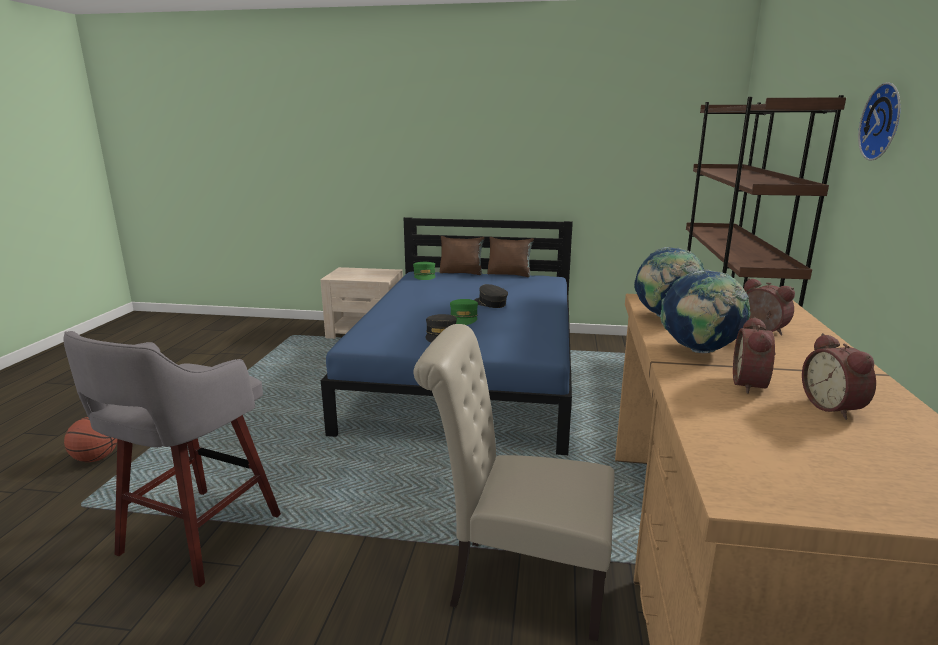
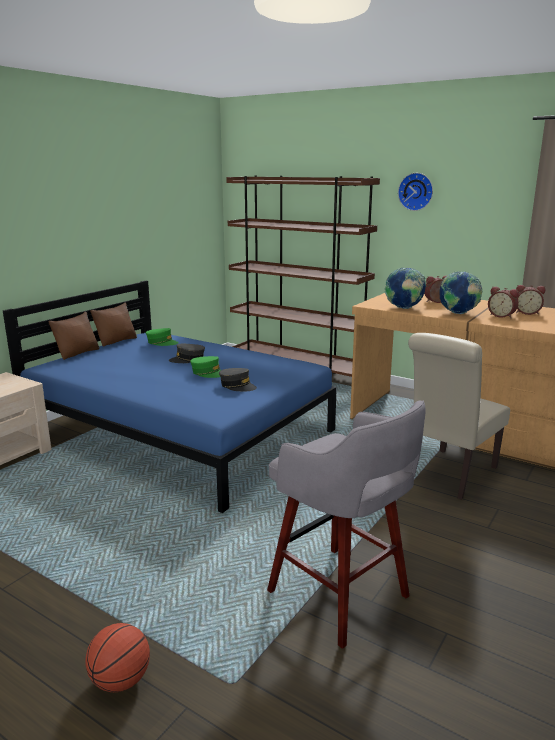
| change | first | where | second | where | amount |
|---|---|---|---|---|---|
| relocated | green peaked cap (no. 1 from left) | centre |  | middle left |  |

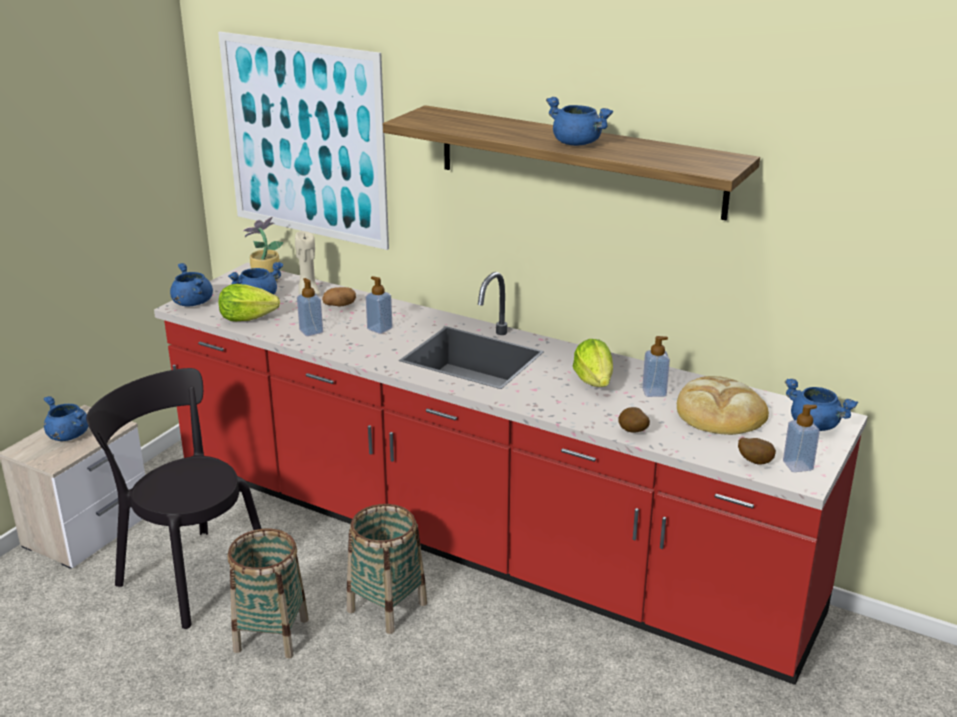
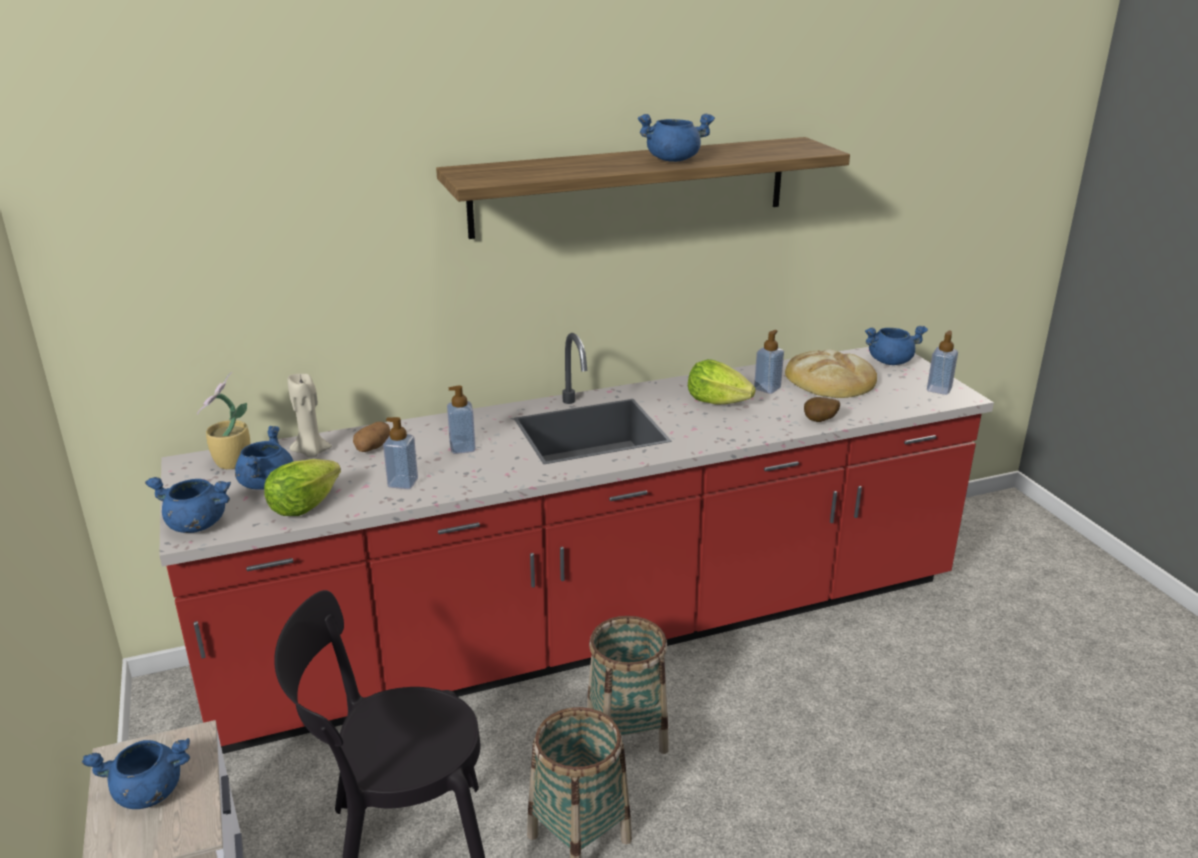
| change | first | where | second | where | amount |
|---|---|---|---|---|---|
| missing | wall art | top left |  |  |  |
| missing | whole potato (no. 3 from left) | middle right |  |  |  |

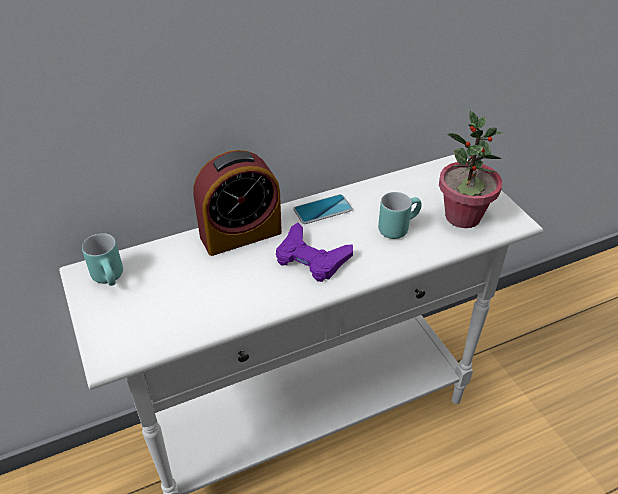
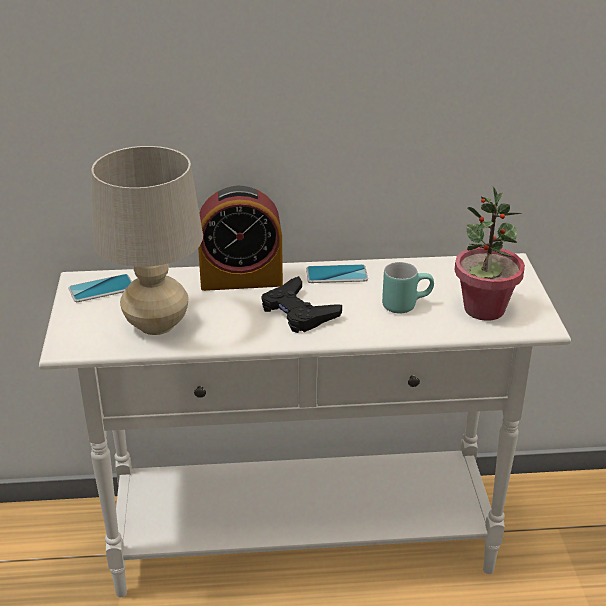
| change | first | where | second | where | amount |
|---|---|---|---|---|---|
| appeared |  |  | sand-coloured tabletop lamp | middle left |  |
| exchanged | turquoise-coloured coffee mug (no. 1 from left) | middle left | handset (no. 1 from left) | middle left |  |
| colour | purple gamepad | centre | blackish gamepad | centre |  |

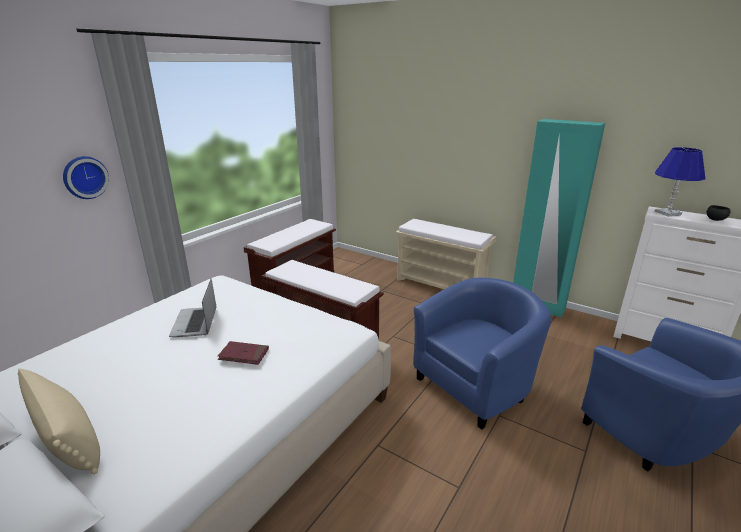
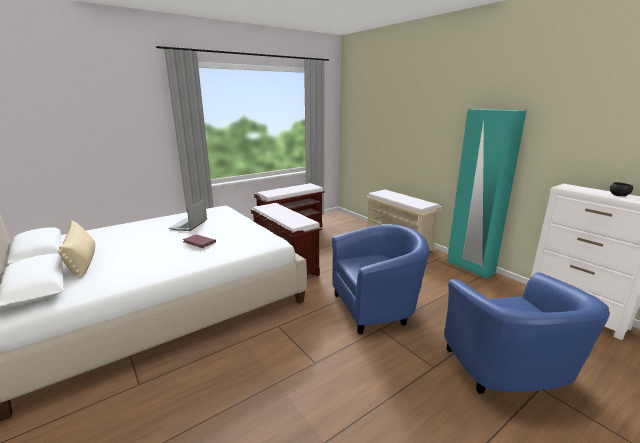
| change | first | where | second | where | amount |
|---|---|---|---|---|---|
| missing | wall clock | top left |  |  |  |
| missing | bluish tabletop lamp | middle right |  |  |  |

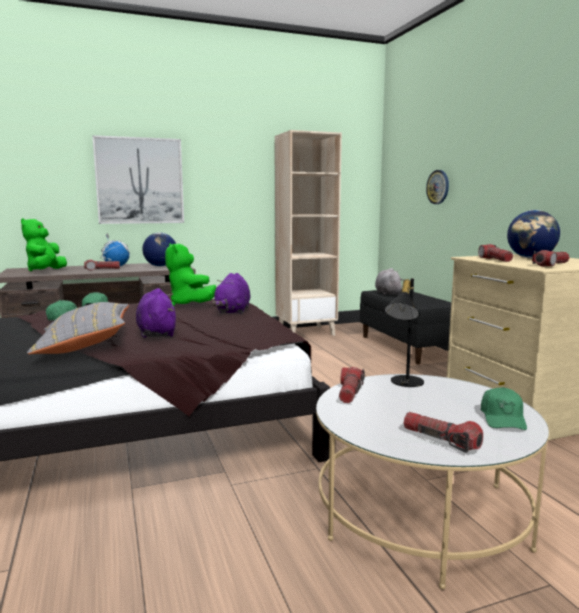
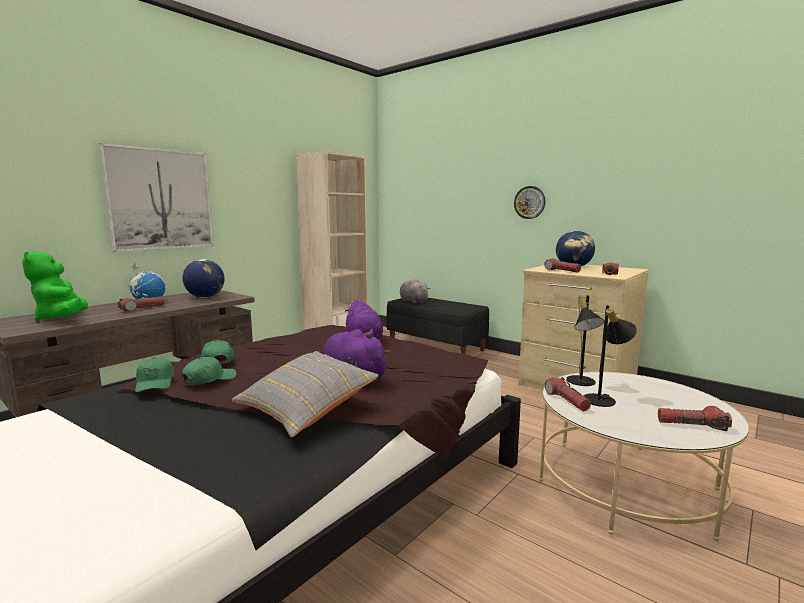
| change | first | where | second | where | amount |
|---|---|---|---|---|---|
| missing | green cuddly toy (no. 2 from left) | middle left |  |  |  |
| appeared |  |  | blackish tabletop lamp (no. 2 from left) | middle right |  |
| relocated | wall clock | top right |  | centre |  |
| relocated | green peaked cap (no. 3 from left in the first image) | middle right | green peaked cap (no. 1 from left) | middle left |  |

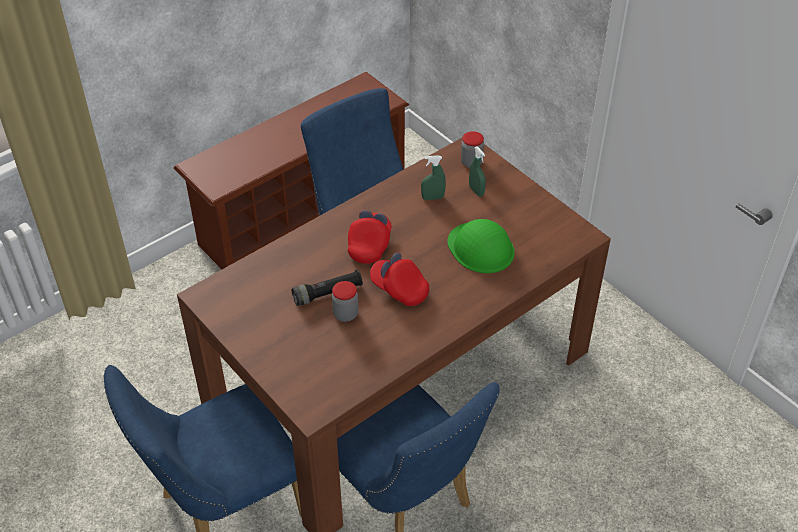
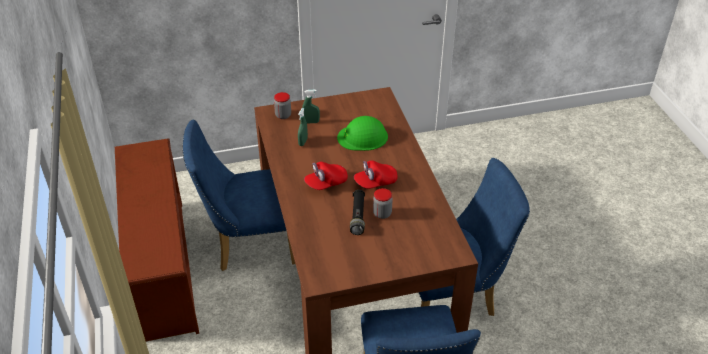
| change | first | where | second | where | amount |
|---|---|---|---|---|---|
| spun | red-coloured peaked cap (no. 1 from left) | centre |  | centre | 75 degrees counterclockwise |

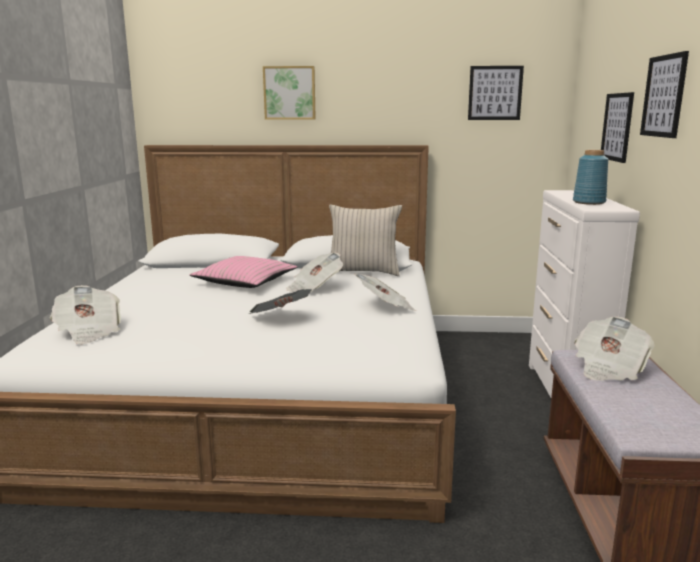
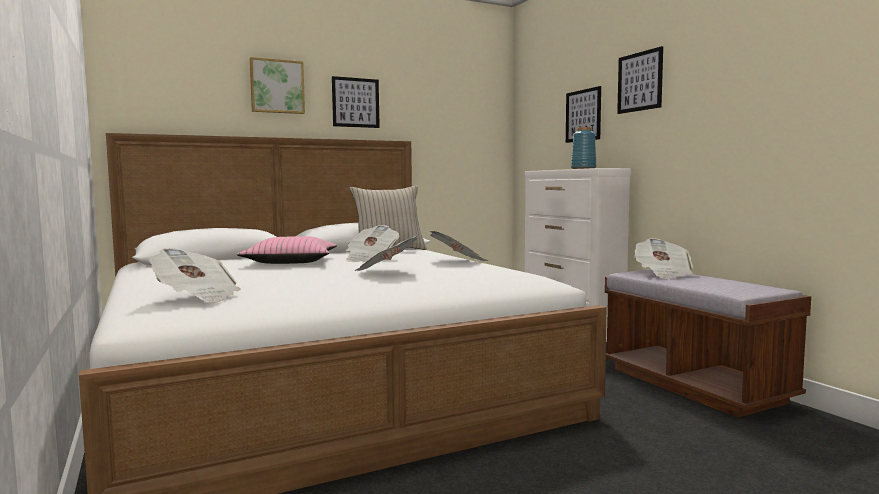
| change | first | where | second | where | amount |
|---|---|---|---|---|---|
| relocated | wall art (no. 2 from left) | top right |  | top centre |  |

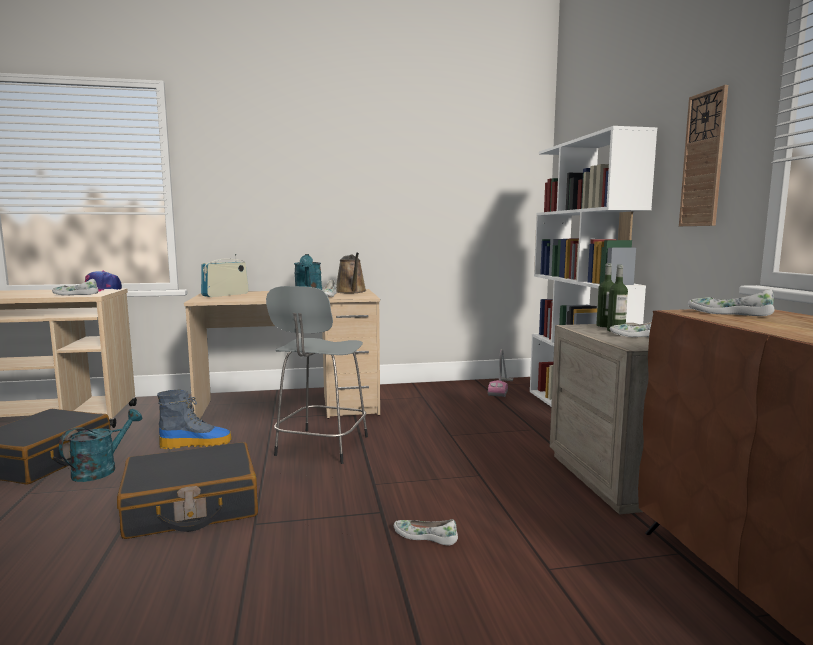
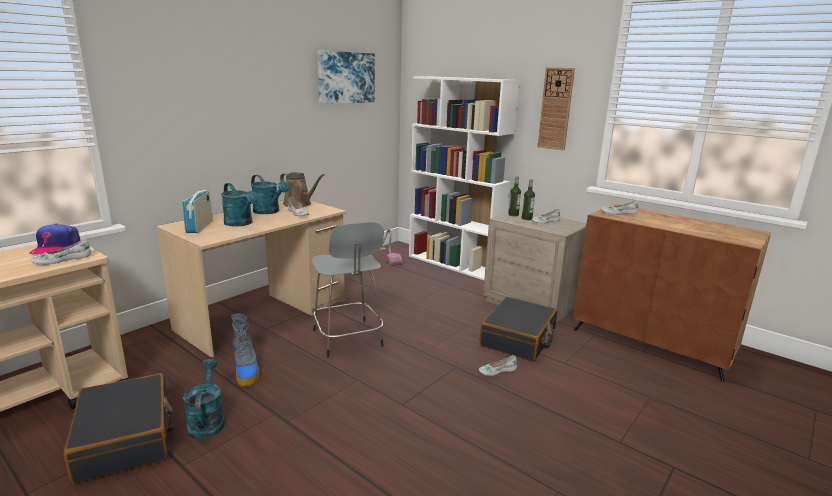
| change | first | where | second | where | amount |
|---|---|---|---|---|---|
| appeared |  |  | turquoise-coloured watering pot (no. 2 from left) | middle left |  |
| appeared |  |  | wall art | top centre |  |
| relocated | blackish travel case (no. 2 from left) | bottom left |  | centre |  |
| spun | tall boot | middle left |  | bottom left | 120 degrees clockwise |

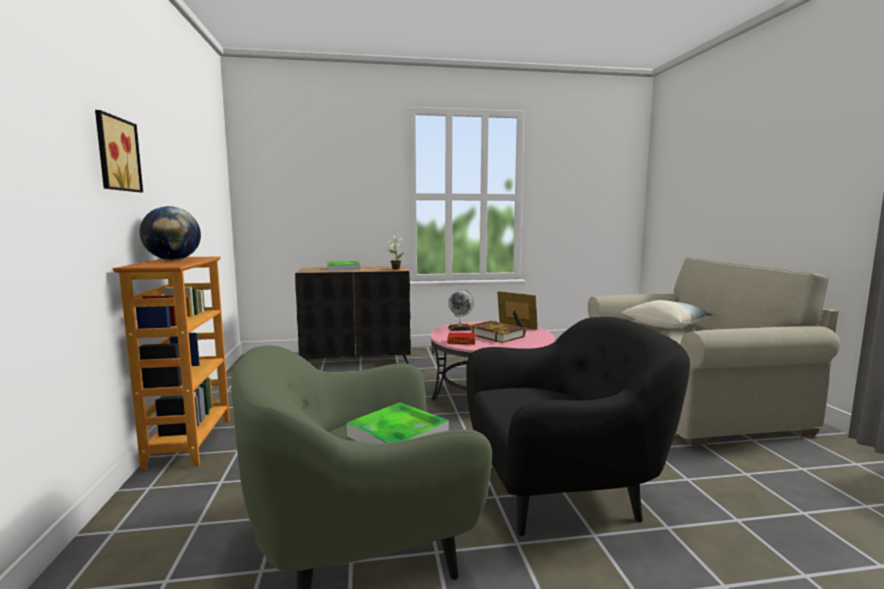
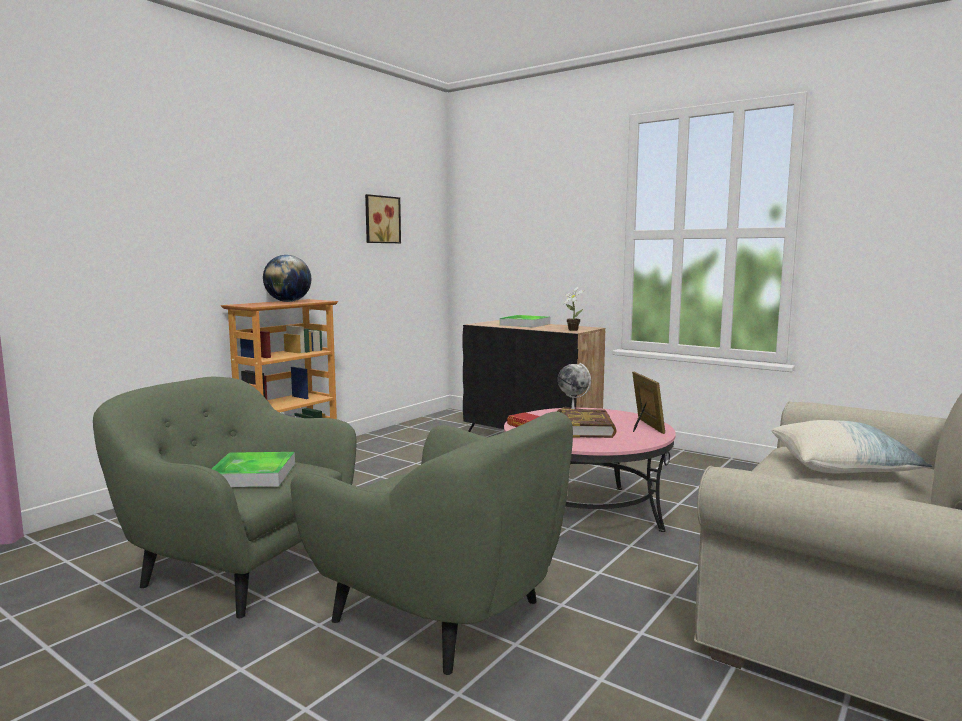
| change | first | where | second | where | amount |
|---|---|---|---|---|---|
| relocated | wall art | top left |  | top centre |  |
| colour | blackish armchair | bottom centre | green armchair (no. 2 from left) | bottom centre |  |

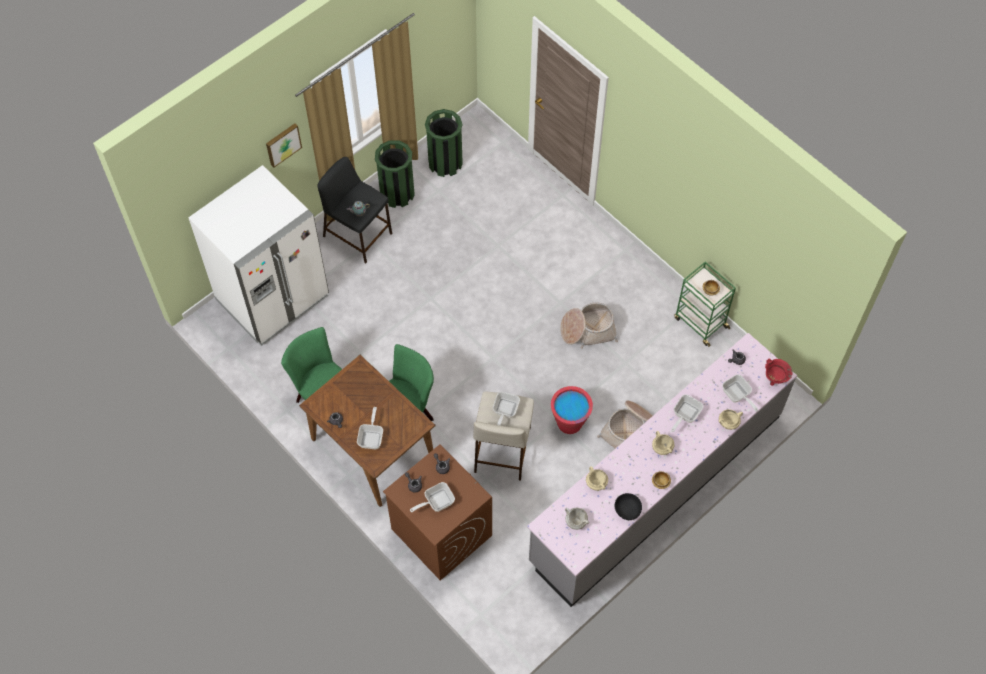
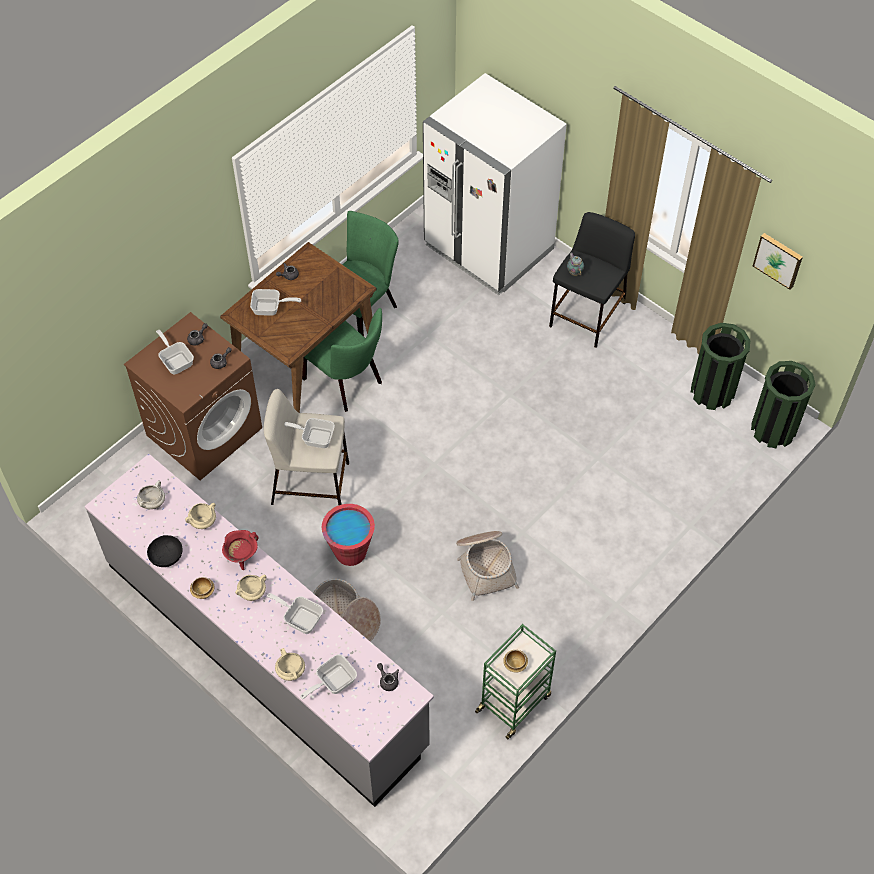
| change | first | where | second | where | amount |
|---|---|---|---|---|---|
| relocated | wall art | top left |  | top right |  |
| relocated | green rubbish bin (no. 1 from left in the first image) | top centre | green rubbish bin (no. 2 from left) | middle right |  |
| relocated | red-coloured saucepot | middle right |  | middle left |  |

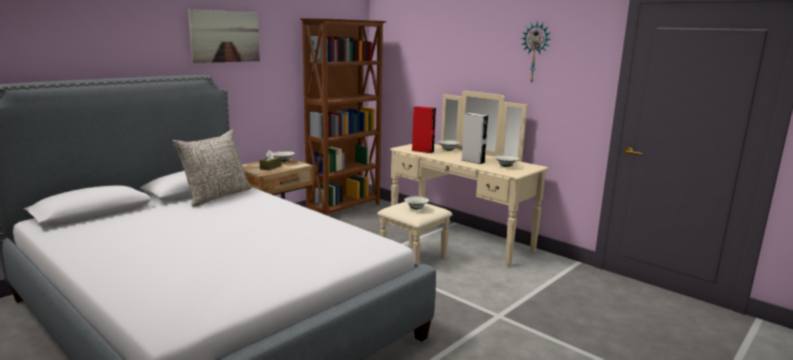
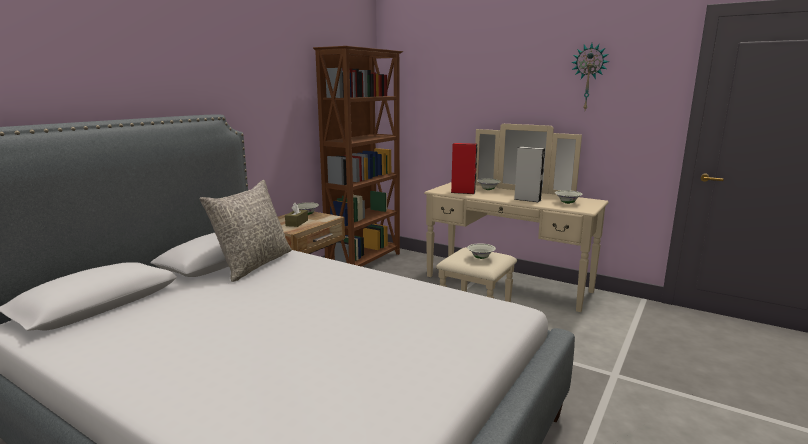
| change | first | where | second | where | amount |
|---|---|---|---|---|---|
| missing | wall art | top left |  |  |  |

